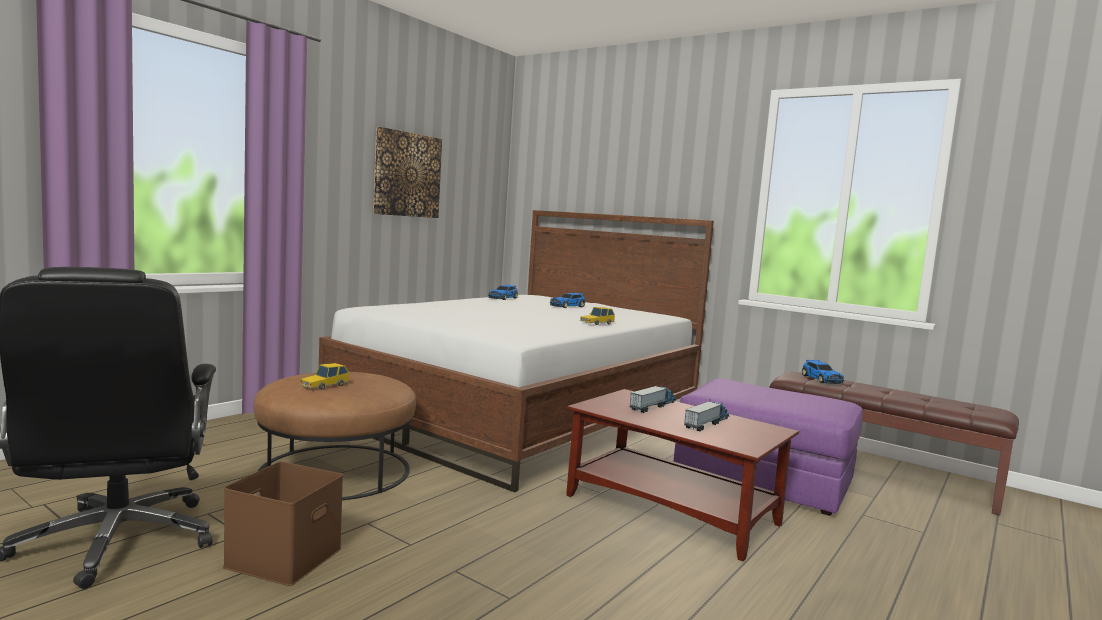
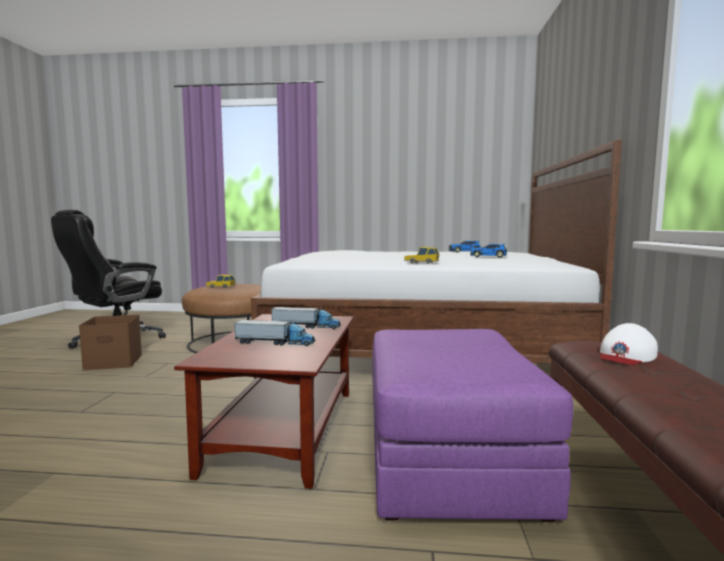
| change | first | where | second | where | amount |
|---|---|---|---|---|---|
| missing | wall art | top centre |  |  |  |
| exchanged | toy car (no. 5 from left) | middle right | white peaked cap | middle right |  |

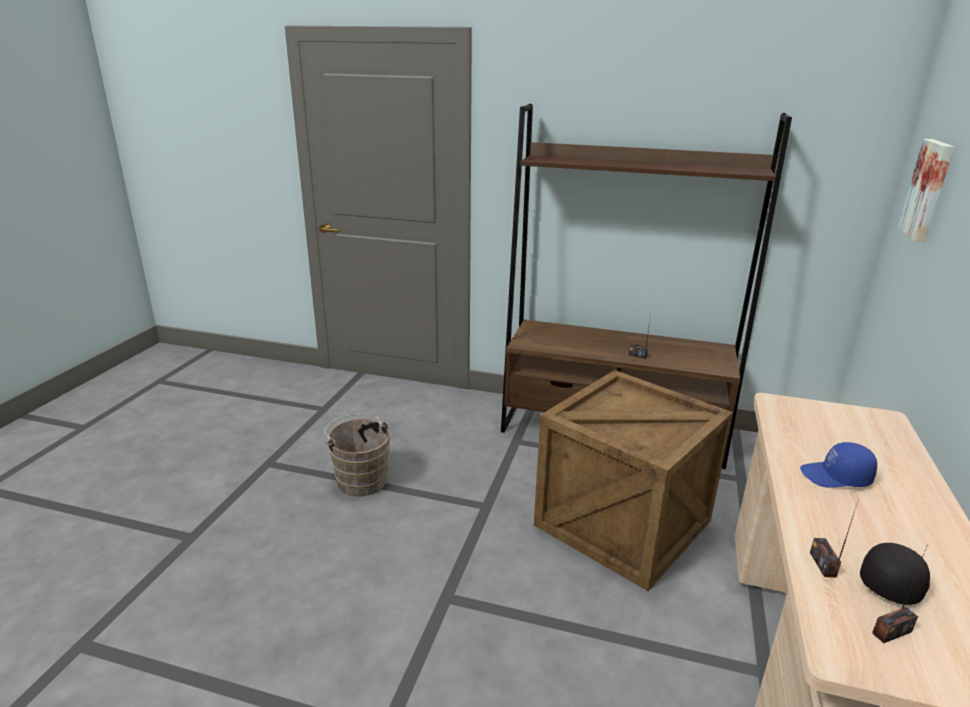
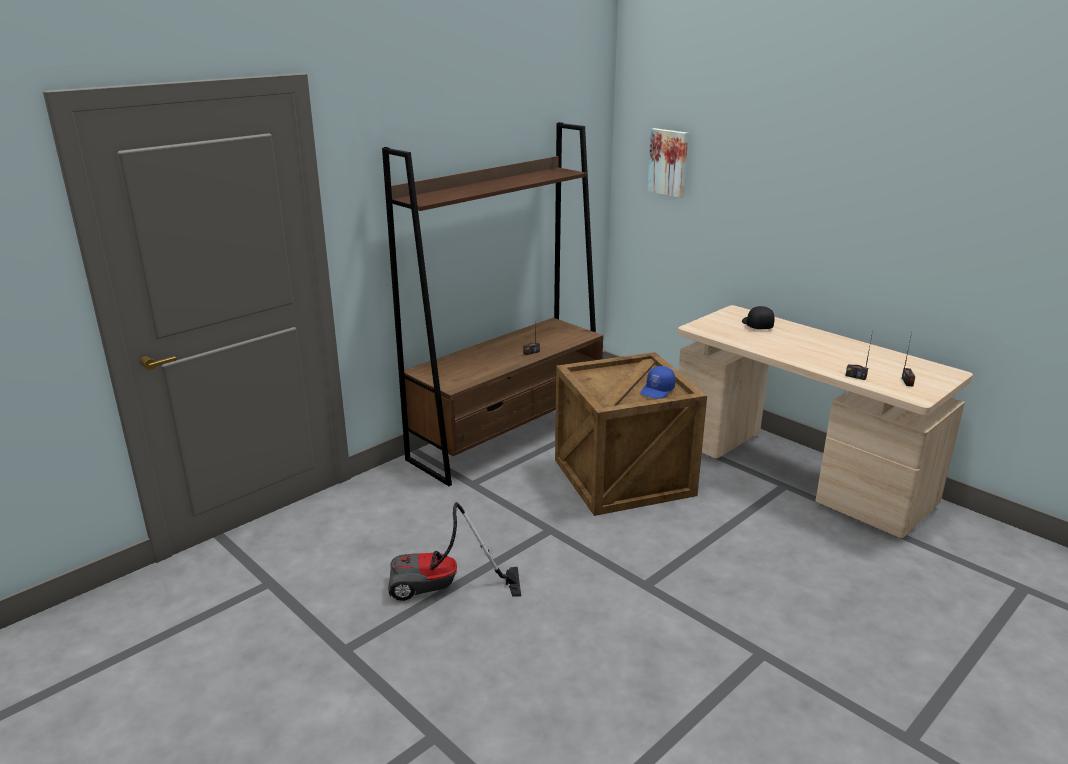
| change | first | where | second | where | amount |
|---|---|---|---|---|---|
| relocated | bluish peaked cap | middle right |  | centre |  |
| relocated | blackish peaked cap | bottom right |  | middle right |  |
| exchanged | brownish bucket | centre | vacuum | bottom centre |  |

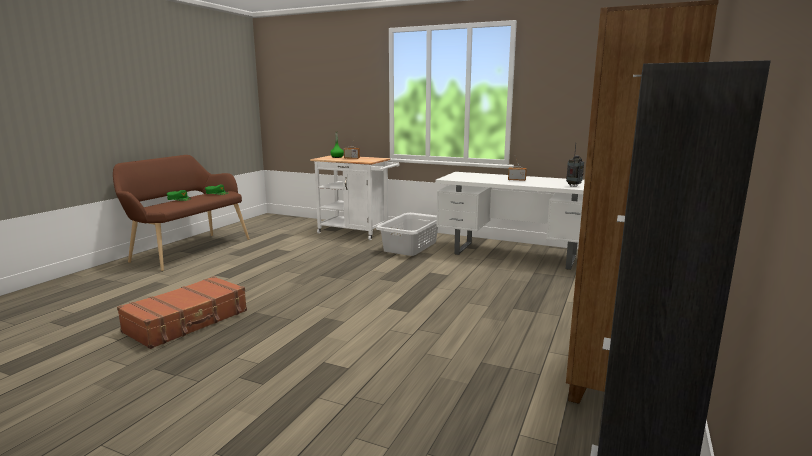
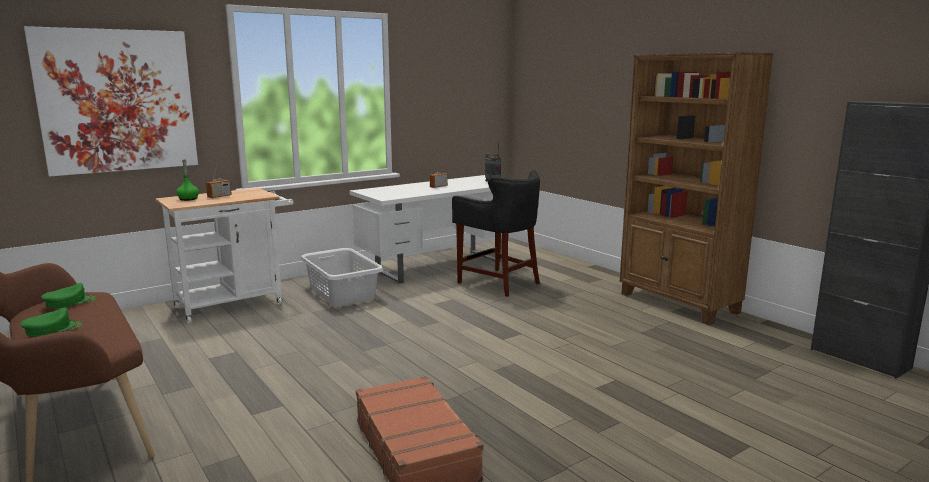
| change | first | where | second | where | amount |
|---|---|---|---|---|---|
| appeared |  |  | wall art | top left |  |
| appeared |  |  | blackish stool | centre |  |

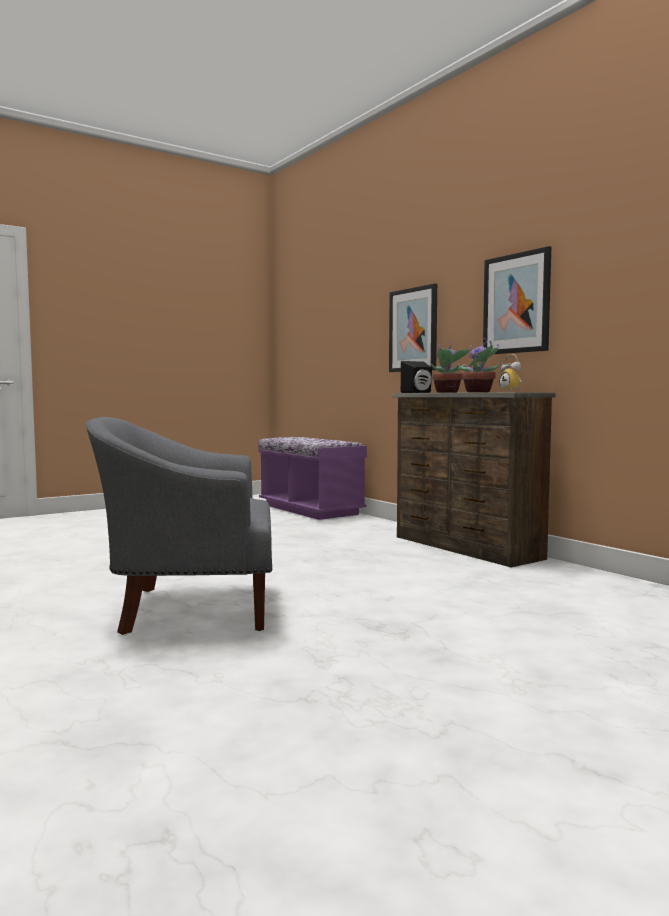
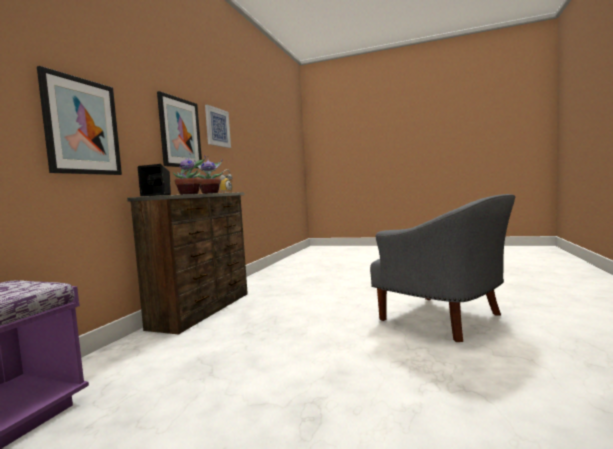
| change | first | where | second | where | amount |
|---|---|---|---|---|---|
| appeared |  |  | wall art (no. 3 from left) | top centre |  |

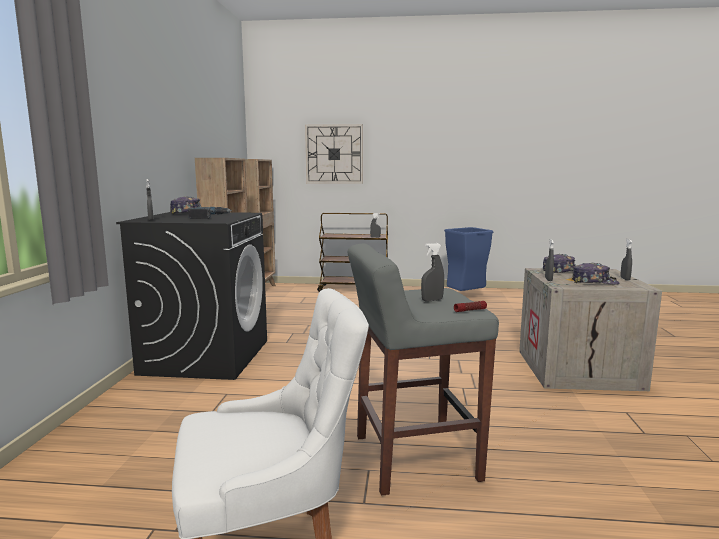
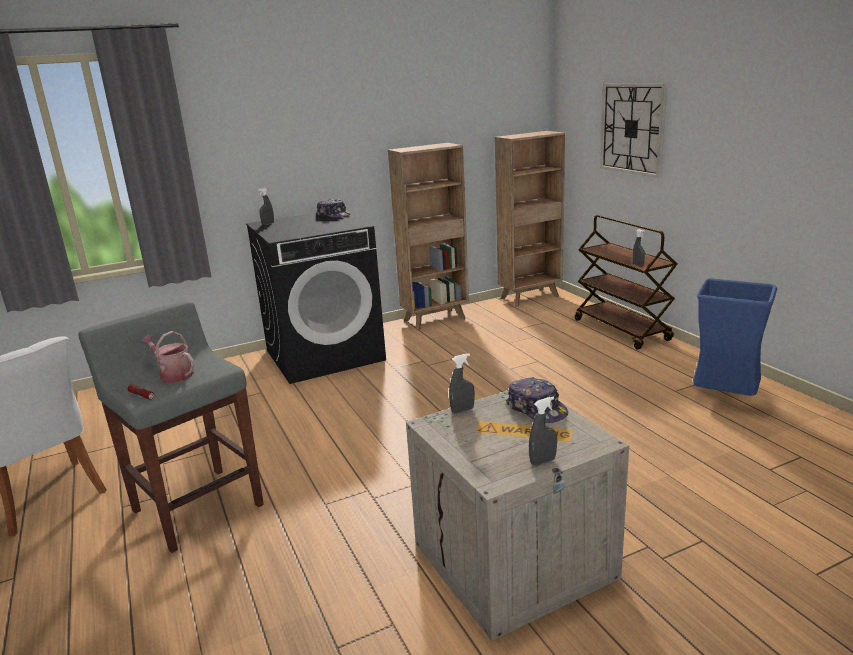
| change | first | where | second | where | amount |
|---|---|---|---|---|---|
| missing | power drill | middle left |  |  |  |
| missing | peaked cap (no. 3 from left) | middle right |  |  |  |
| exchanged | grey hand sprayer (no. 3 from left) | centre | watering pot | middle left |  |

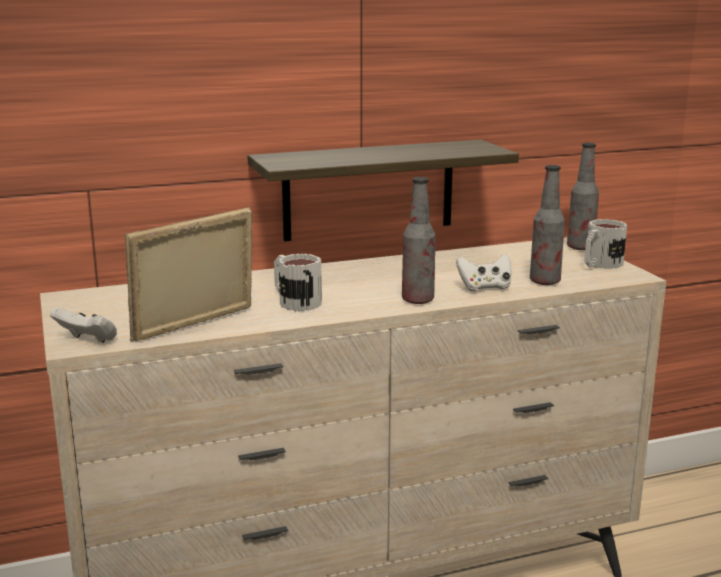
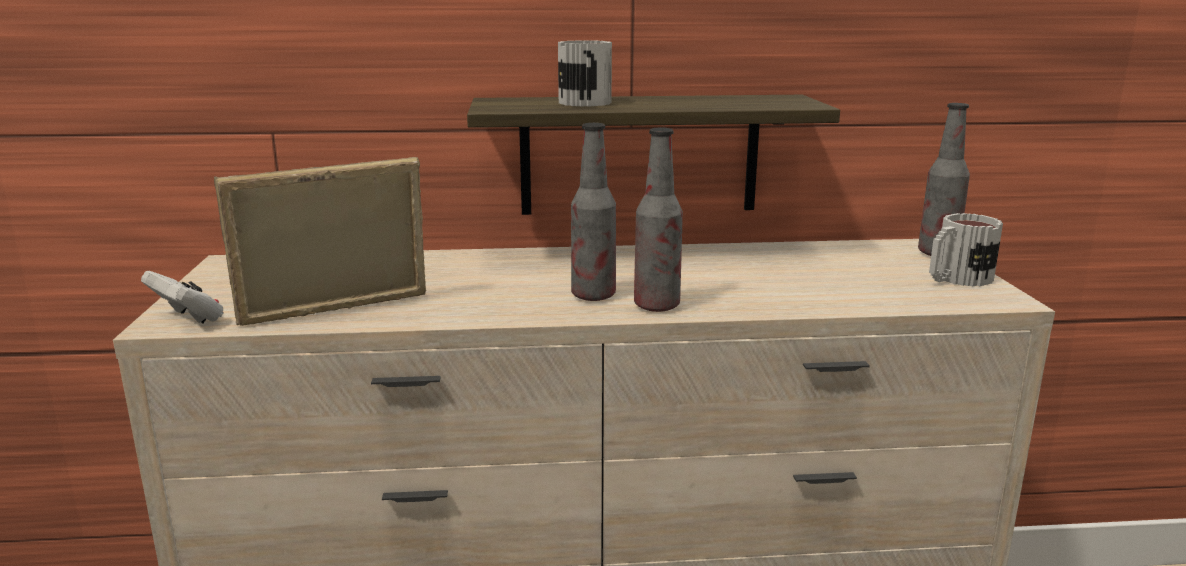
| change | first | where | second | where | amount |
|---|---|---|---|---|---|
| missing | white gamepad (no. 2 from left) | middle right |  |  |  |
| relocated | coffee mug (no. 1 from left) | centre |  | top centre |  |
| relocated | drink bottle (no. 2 from left in the first image) | middle right | drink bottle (no. 1 from left) | centre |  |

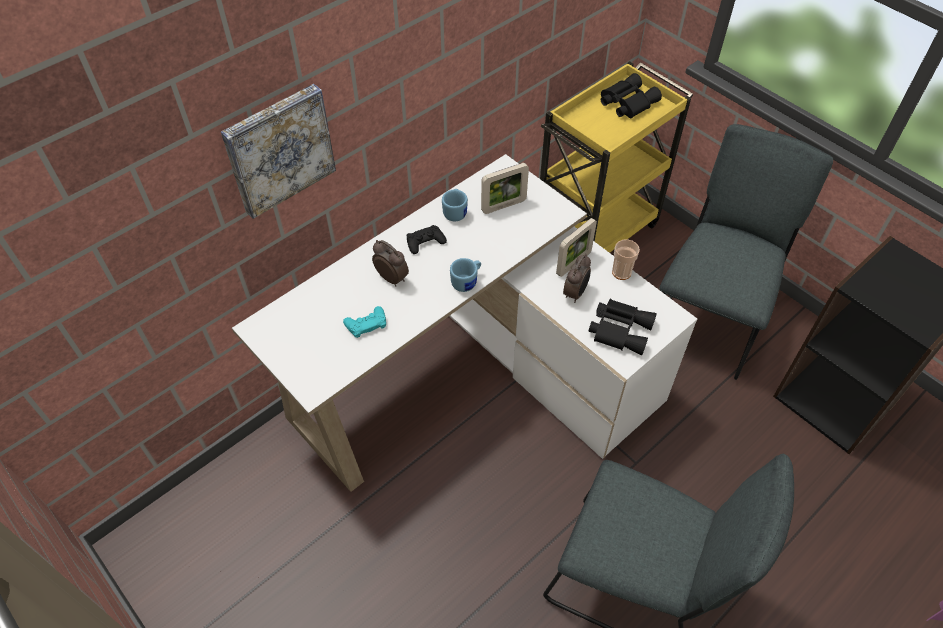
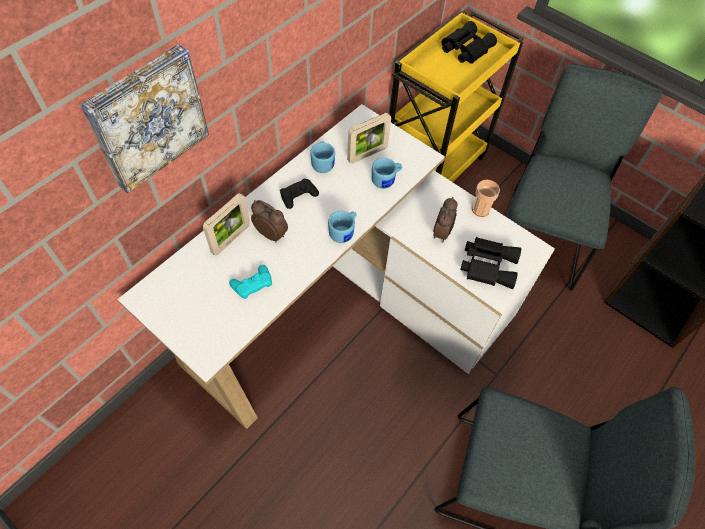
| change | first | where | second | where | amount |
|---|---|---|---|---|---|
| appeared |  |  | bluish coffee mug (no. 3 from left) | top centre |  |
| relocated | picture frame (no. 2 from left in the first image) | centre | picture frame (no. 1 from left) | middle left |  |

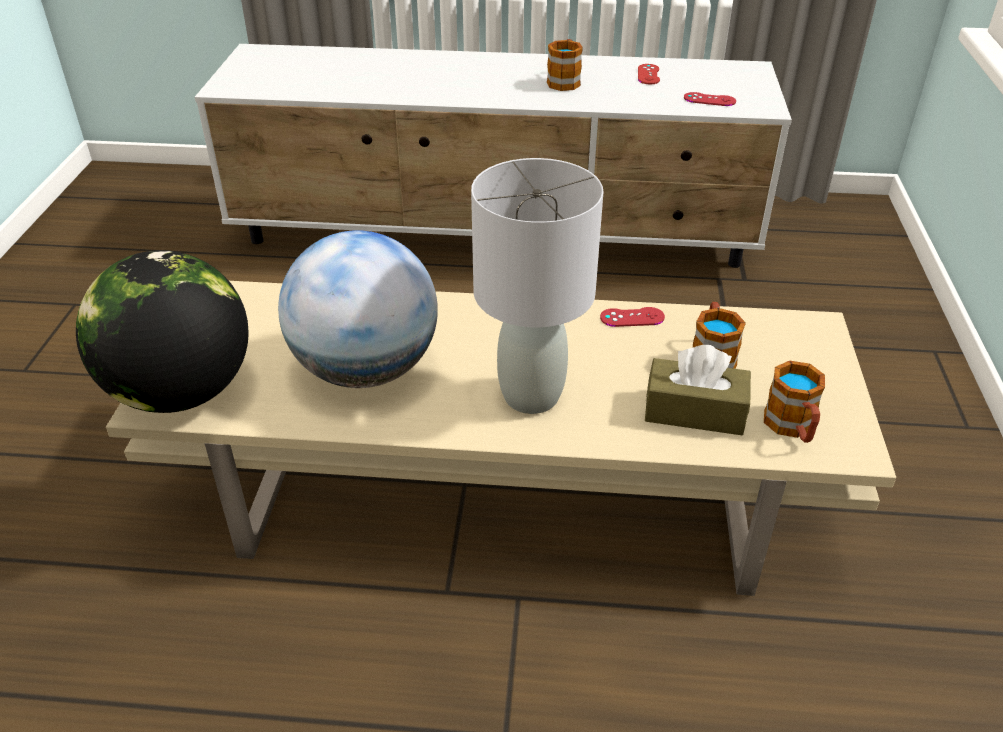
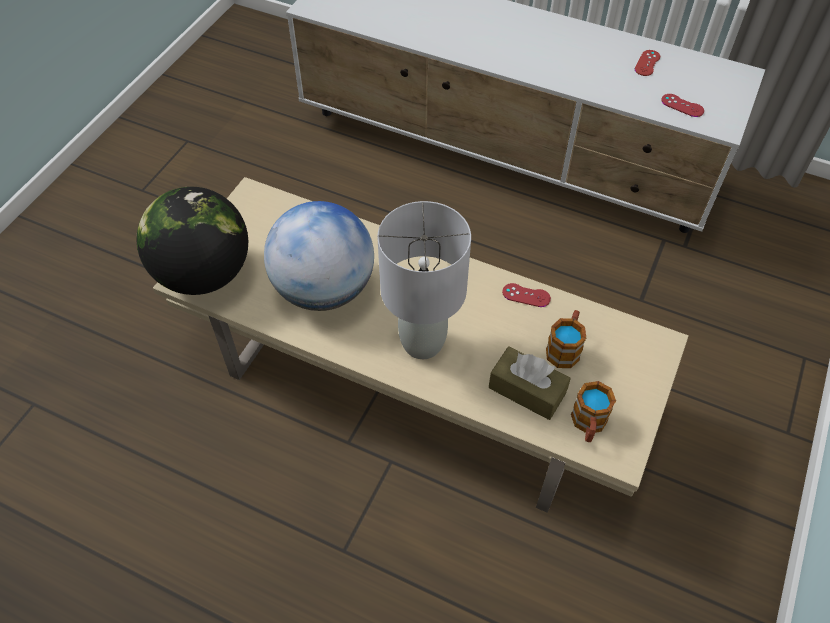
| change | first | where | second | where | amount |
|---|---|---|---|---|---|
| missing | coffee mug (no. 1 from left) | top centre |  |  |  |

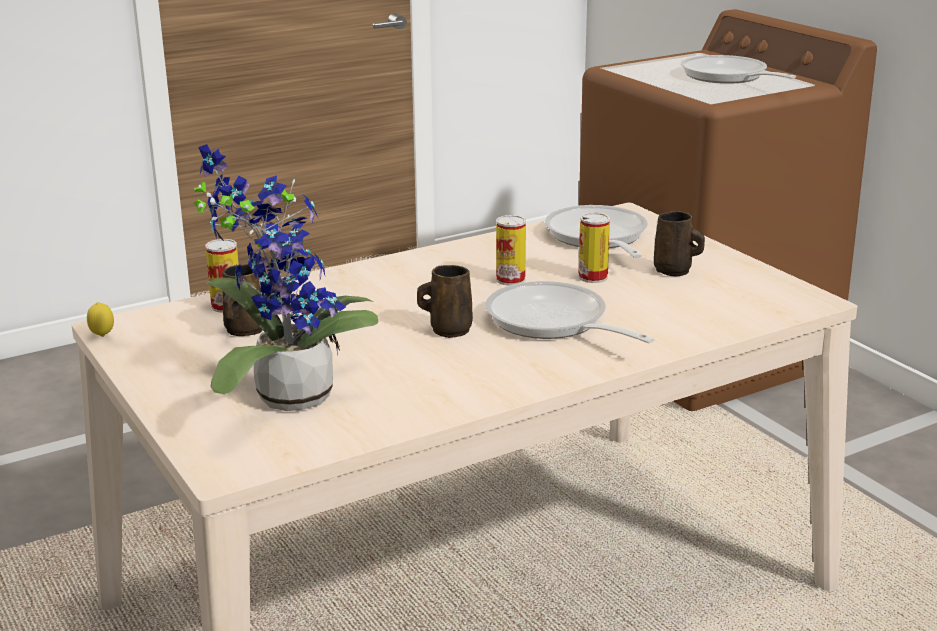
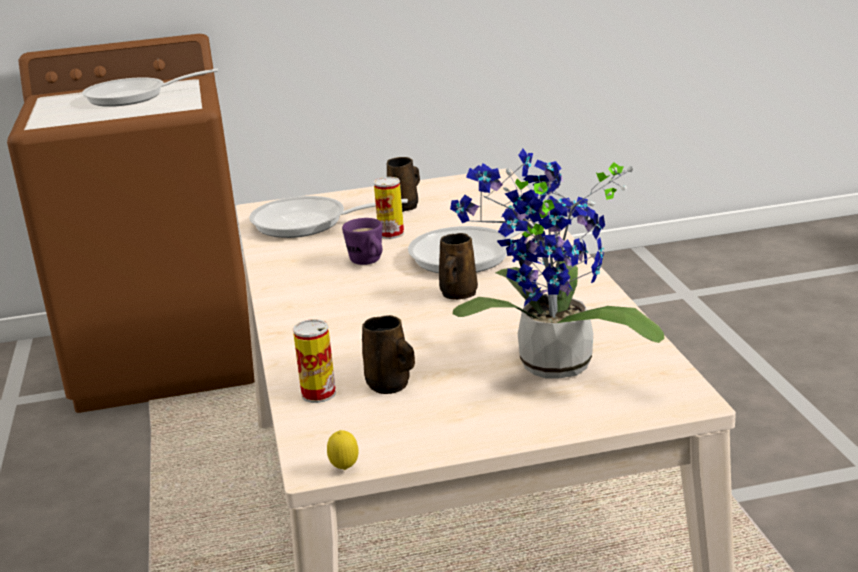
| change | first | where | second | where | amount |
|---|---|---|---|---|---|
| exchanged | sealed can (no. 2 from left) | centre | purple coffee mug | centre |  |

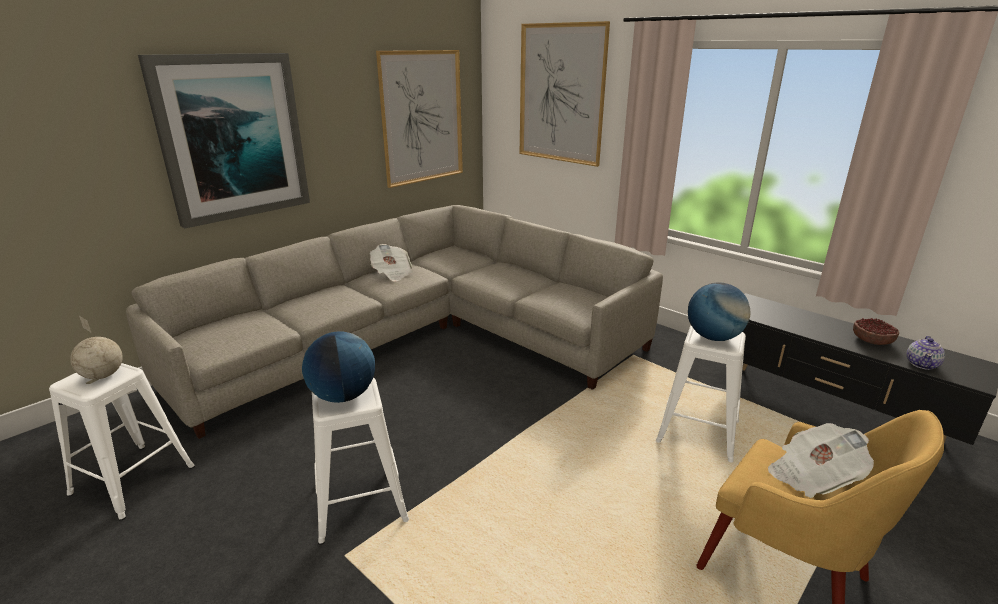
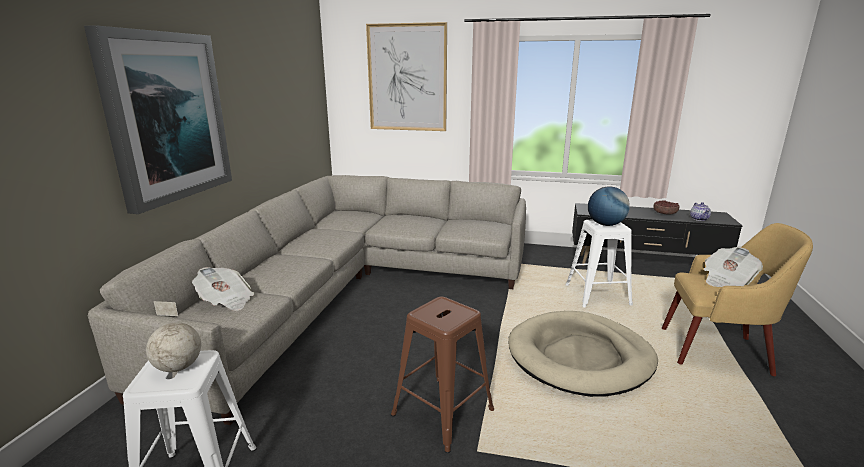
| change | first | where | second | where | amount |
|---|---|---|---|---|---|
| missing | world globe (no. 2 from left) | centre |  |  |  |
| missing | wall art (no. 2 from left) | top centre |  |  |  |
| appeared |  |  | sand-coloured pet bed | bottom right |  |
| relocated | newspaper (no. 1 from left) | centre |  | middle left |  |
| colour | white stool (no. 2 from left) | bottom centre | brownish stool | bottom centre |  |

